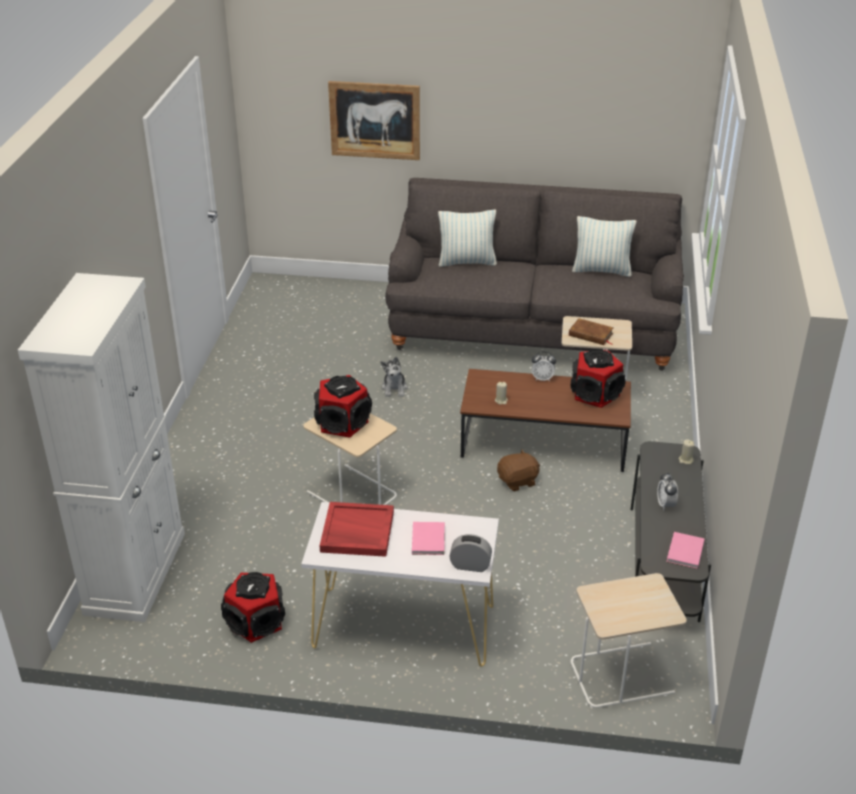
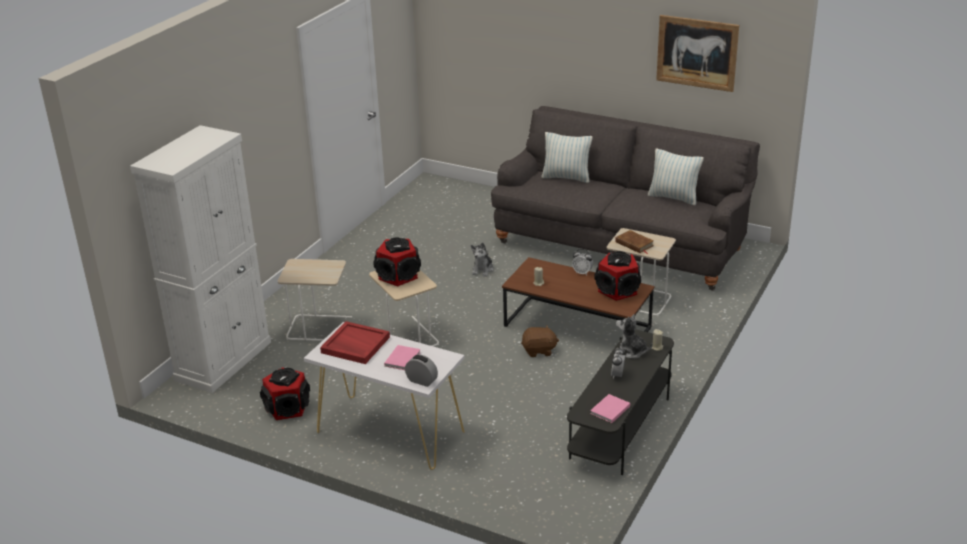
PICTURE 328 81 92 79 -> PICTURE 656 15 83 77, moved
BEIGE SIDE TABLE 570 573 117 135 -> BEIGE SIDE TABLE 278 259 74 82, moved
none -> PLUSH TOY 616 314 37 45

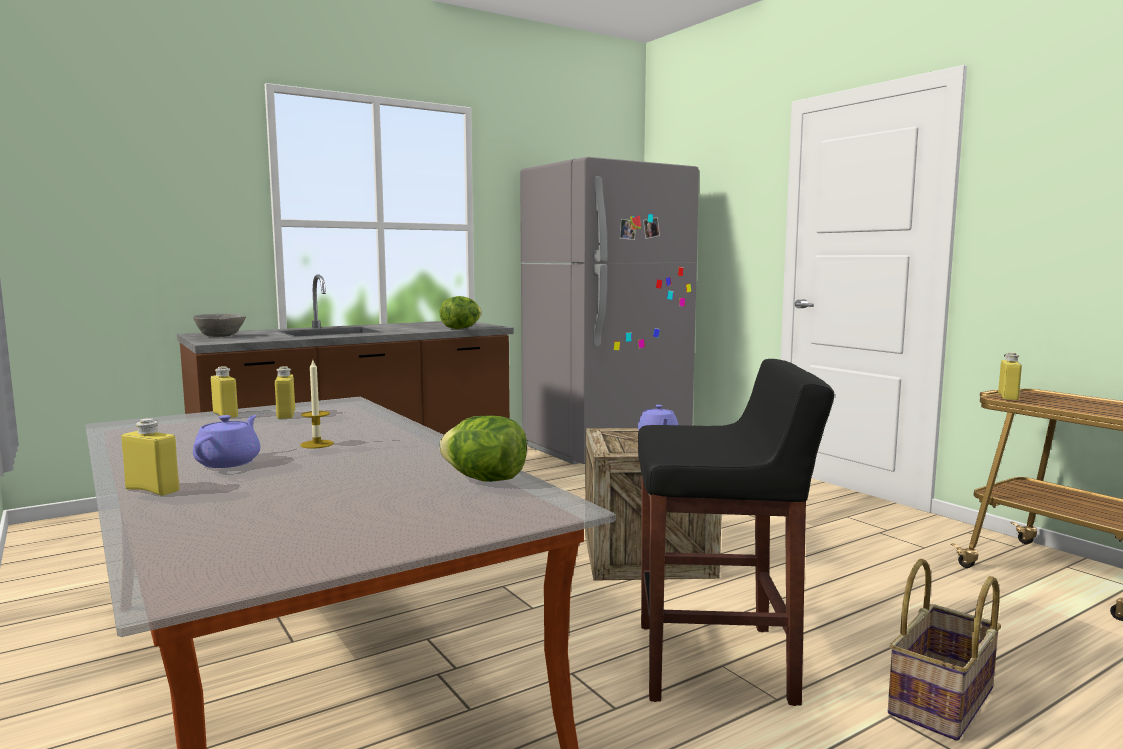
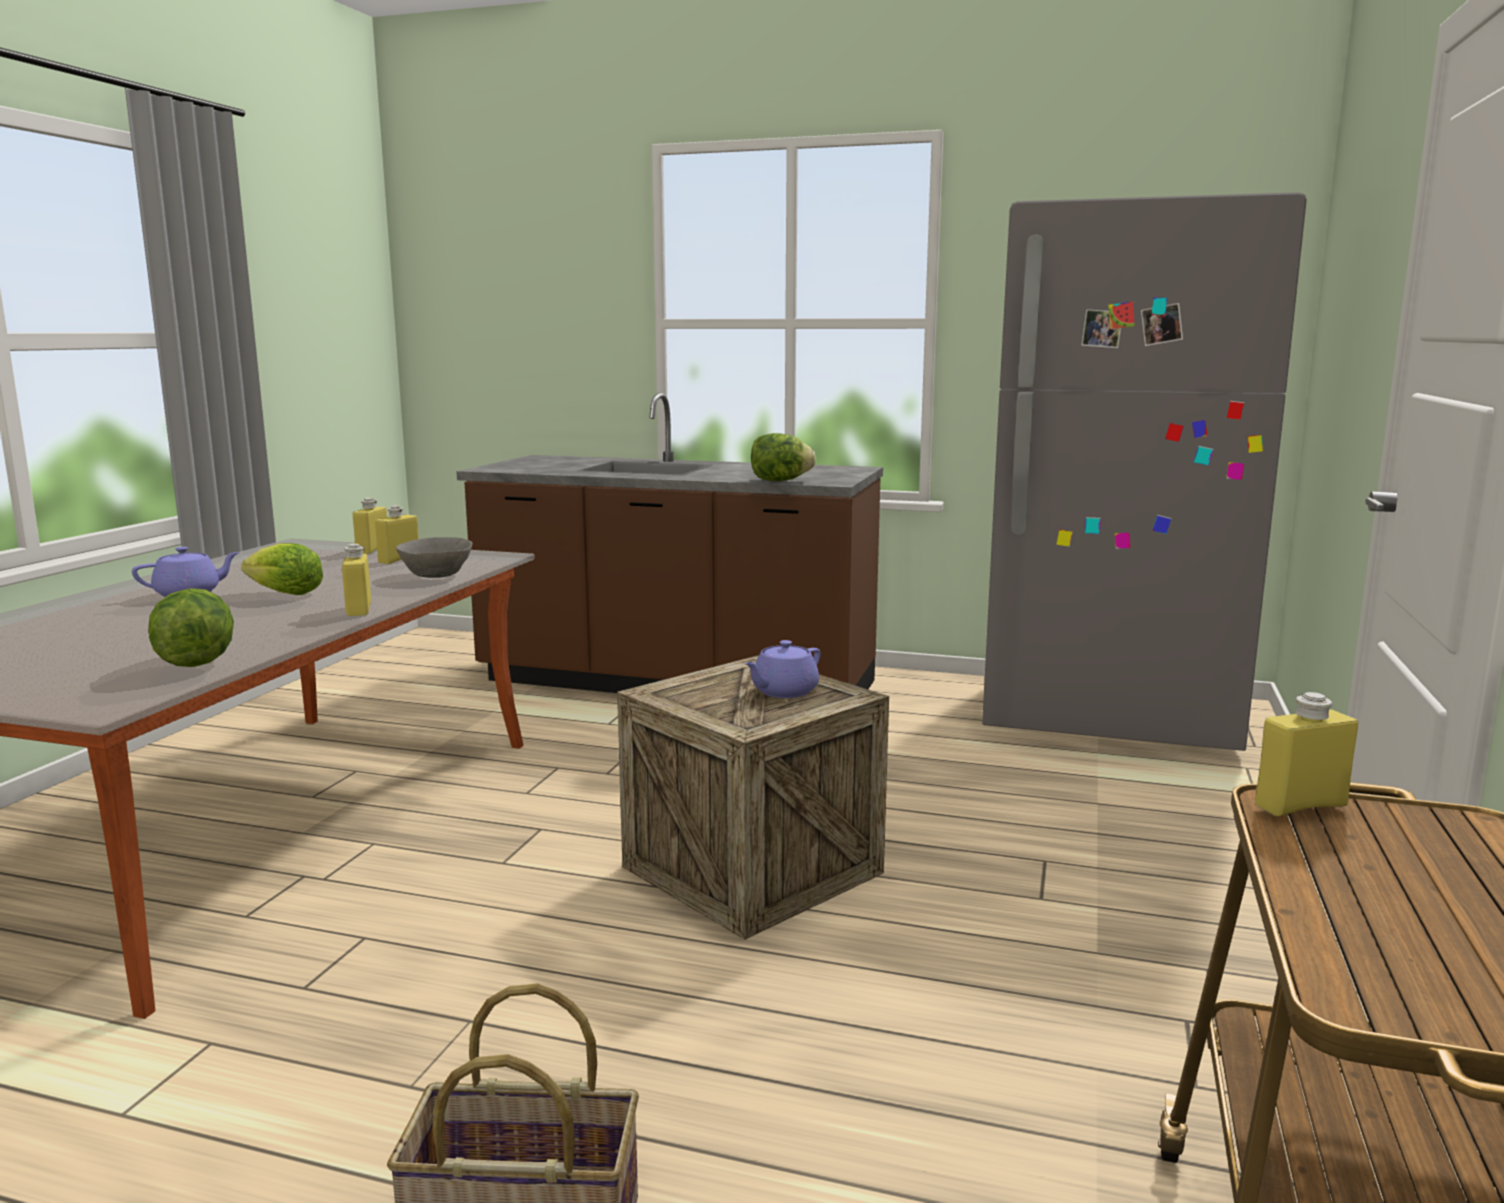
YELLOW BOTTLE 121 418 58 78 -> YELLOW BOTTLE 342 544 29 72, moved
GREY BOWL 193 314 53 23 -> GREY BOWL 396 537 76 41, moved
CANDLE 300 360 34 89 -> LETTUCE 241 543 82 52
BLACK STOOL 638 359 197 347 -> none

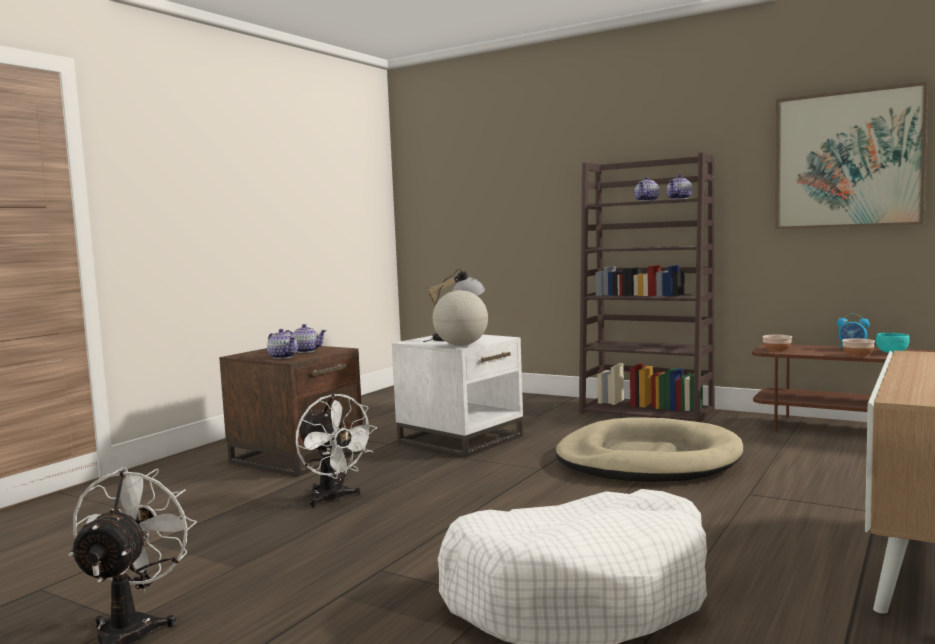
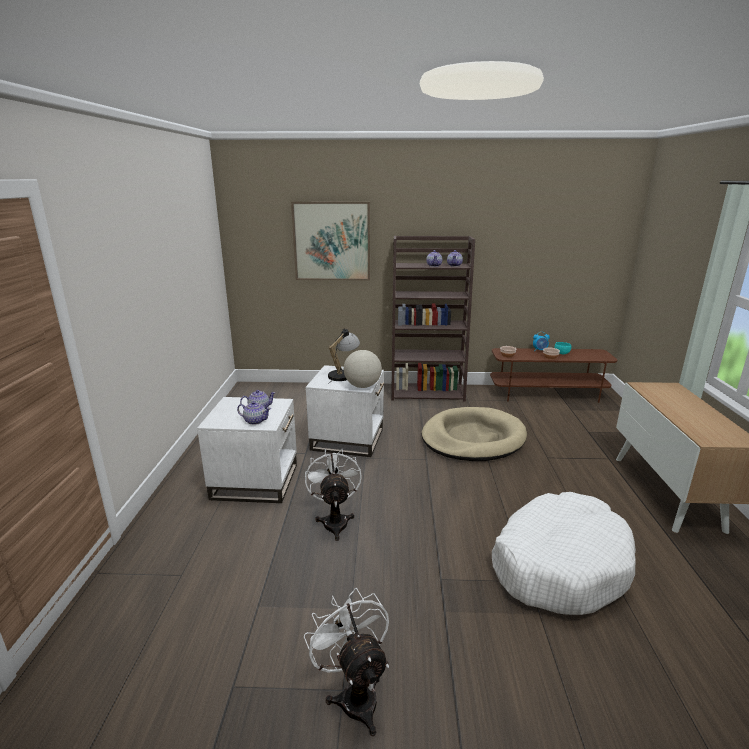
BROWN SIDE TABLE 219 346 144 131 -> WHITE SIDE TABLE 197 397 100 106
WHITE FAN 296 394 81 114 -> WHITE FAN 305 449 57 92, 120 degrees counterclockwise
PICTURE 775 81 153 148 -> PICTURE 291 202 79 79, moved

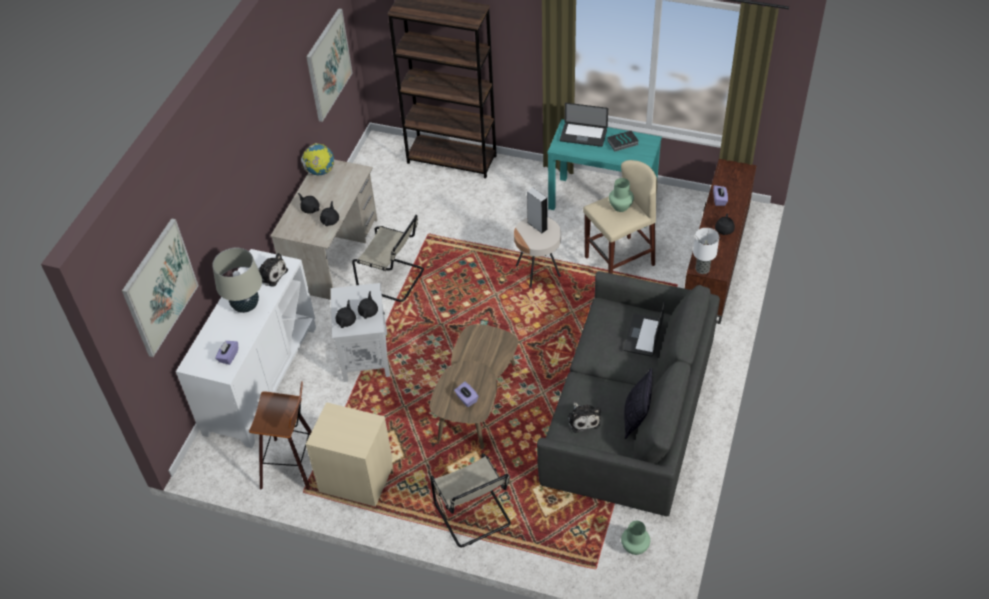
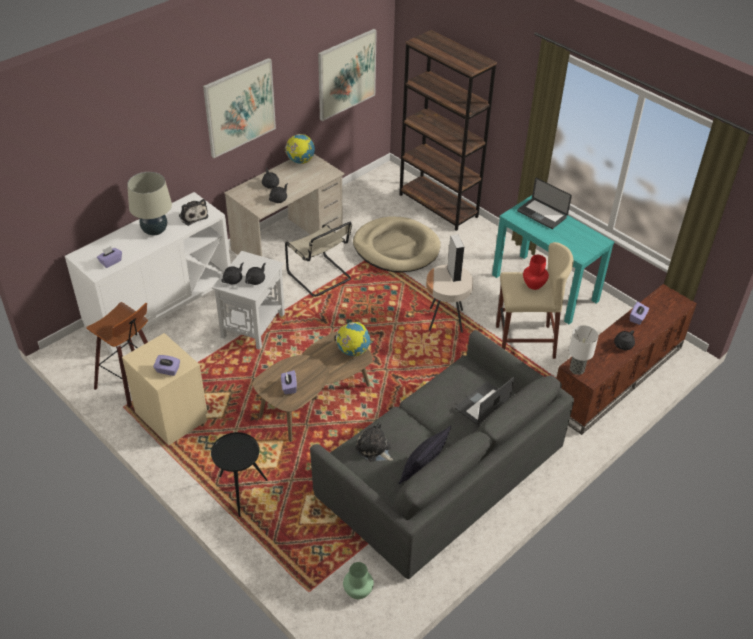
PICTURE 122 218 77 139 -> PICTURE 203 58 73 100, moved
BEIGE CHAIR 430 453 81 94 -> BLACK SIDE TABLE 211 432 57 85
PLUSH TOY 568 402 33 31 -> PLUSH TOY 355 423 38 38, 120 degrees clockwise
BOOK 608 131 31 20 -> none
GREEN VASE 609 178 25 34 -> RED VASE 523 255 26 35
none -> PURPLE TISSUE BOX 153 355 27 21
none -> GLOBE 335 322 35 35
none -> BEIGE DOG BED 353 216 88 57

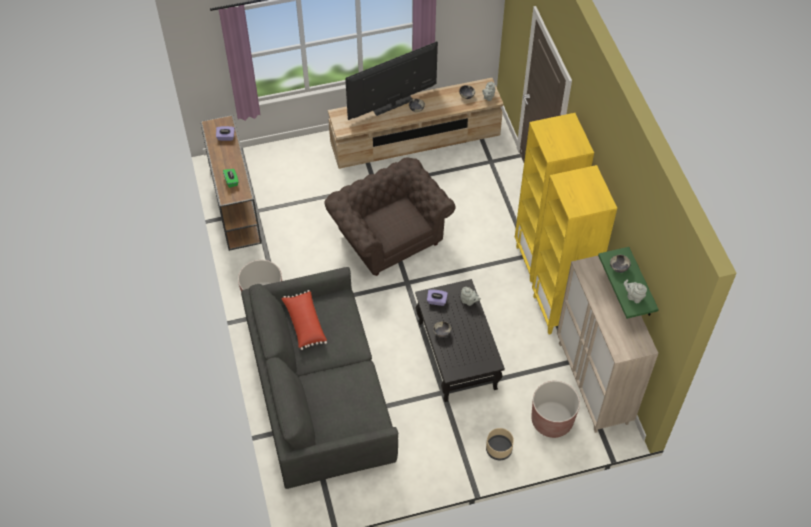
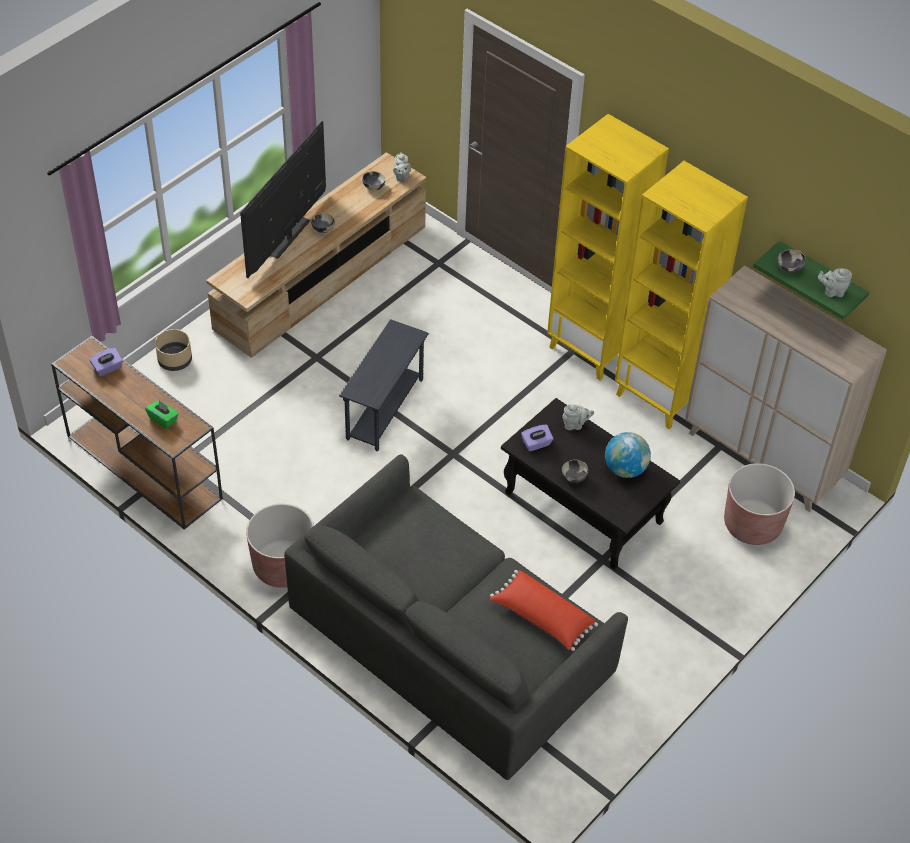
RED PILLOW 282 290 45 60 -> RED PILLOW 490 570 108 81, moved
BROWN ARMCHAIR 324 158 132 118 -> GREY SIDE TABLE 339 319 90 132
BEIGE PLANTER 486 428 28 32 -> BEIGE PLANTER 155 329 37 42, moved
none -> GLOBE 605 432 46 46

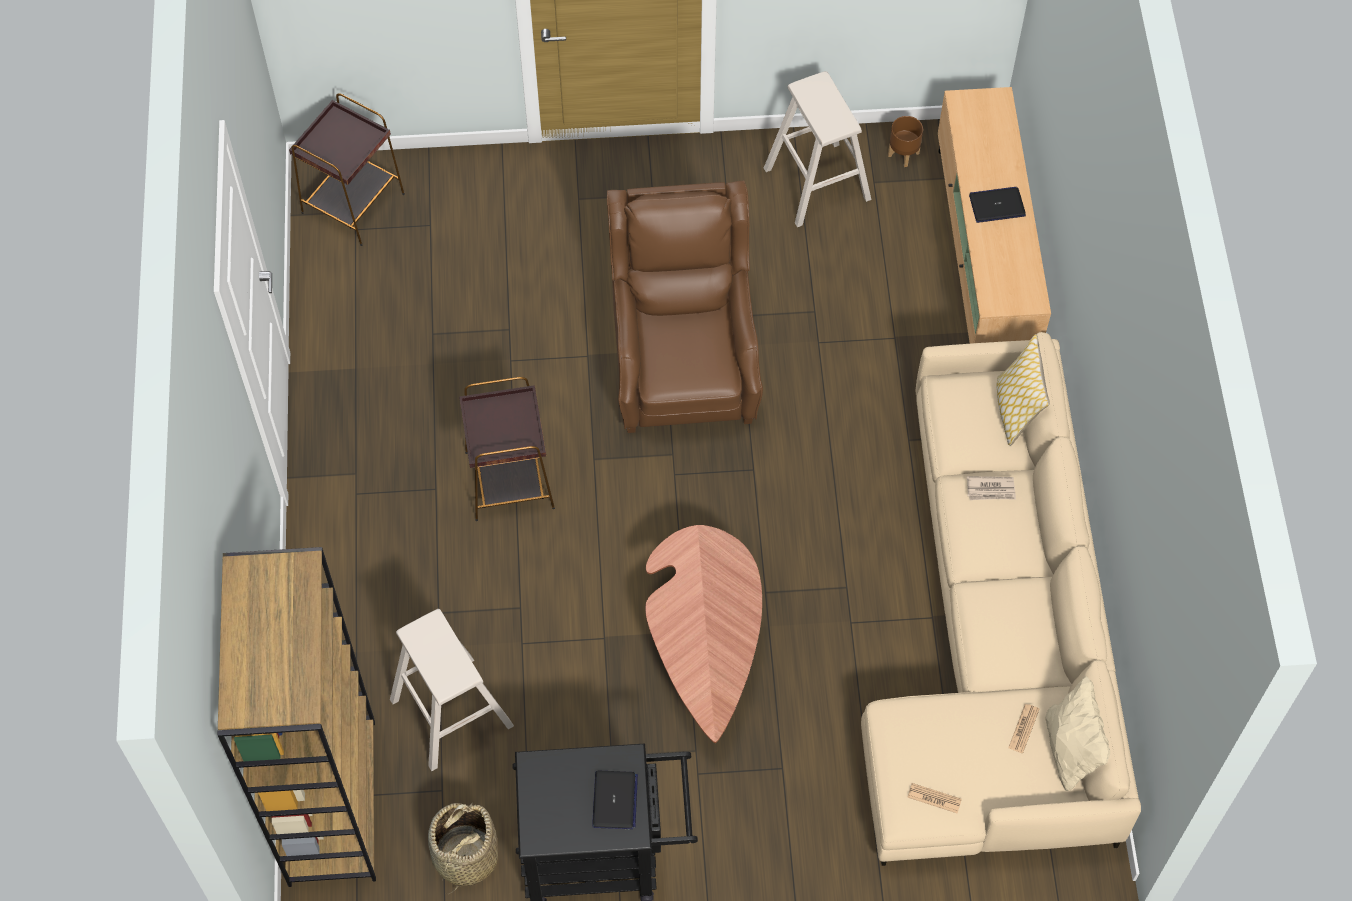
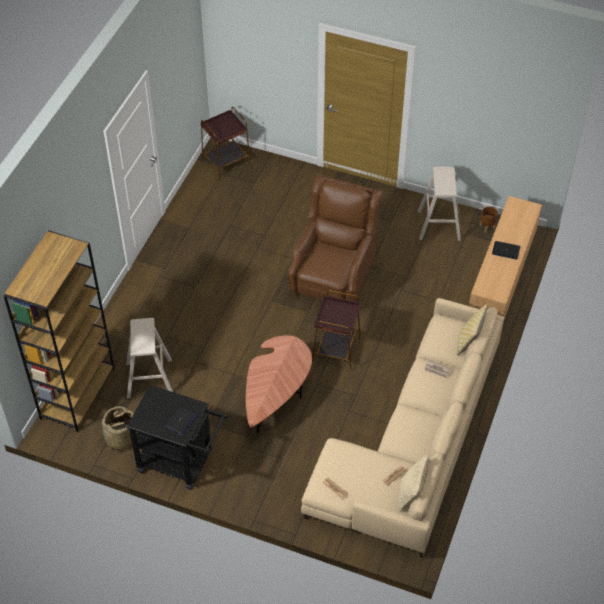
BROWN SIDE TABLE 459 377 96 144 -> BROWN SIDE TABLE 312 290 49 80, moved

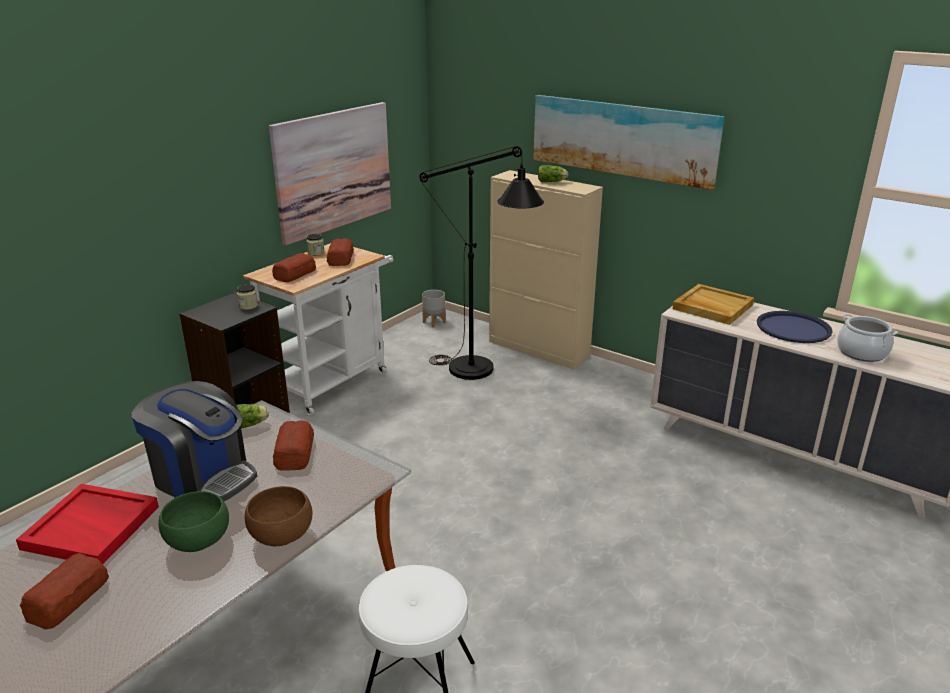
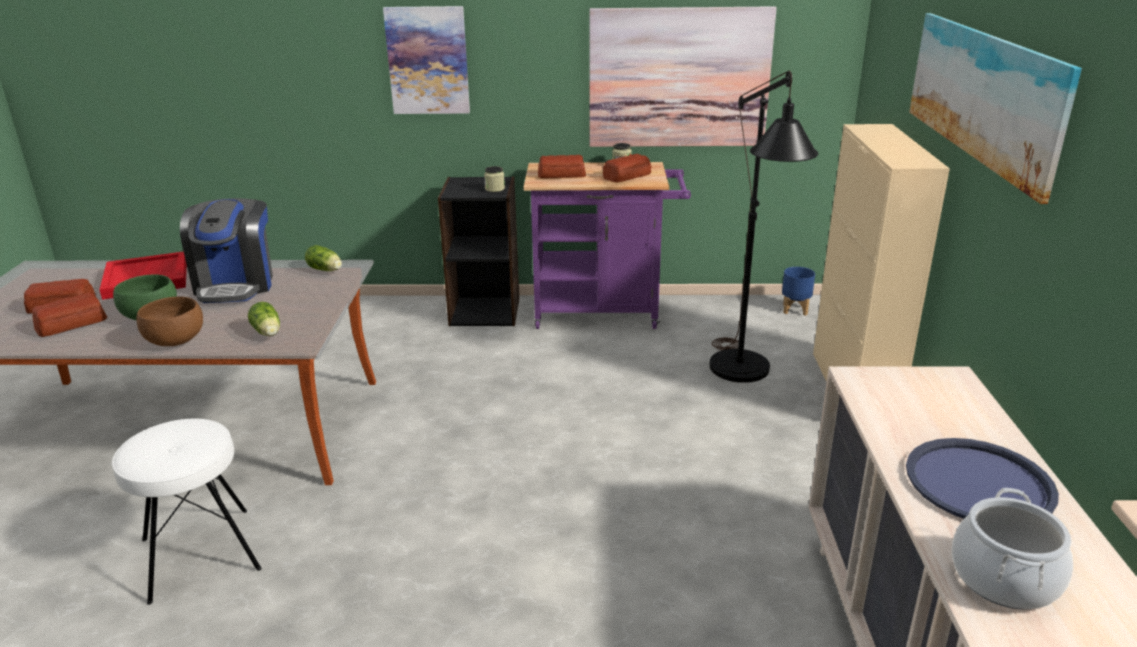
WHITE CART 243 243 151 172 -> PURPLE CART 523 162 168 167
BREAD 273 420 41 51 -> BREAD 32 293 75 44, moved
GREY PLANTER 422 290 24 37 -> BLUE PLANTER 782 267 33 49
LETTUCE 538 165 31 17 -> LETTUCE 248 302 32 34, moved
BEIGE TRAY 673 284 81 41 -> none
none -> PICTURE 383 6 87 108

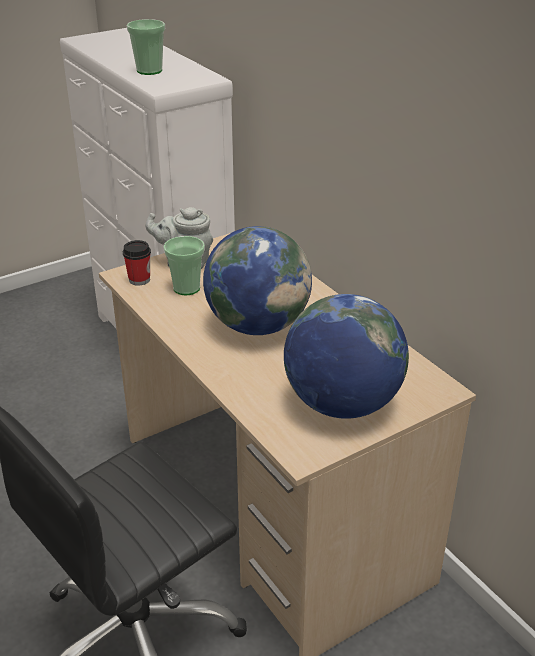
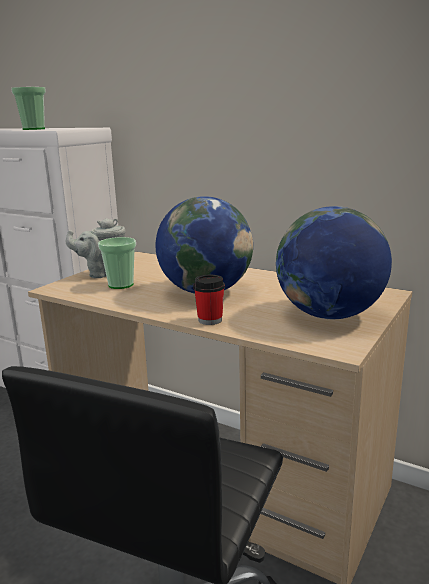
CUP 123 240 28 46 -> CUP 193 275 32 50, moved

